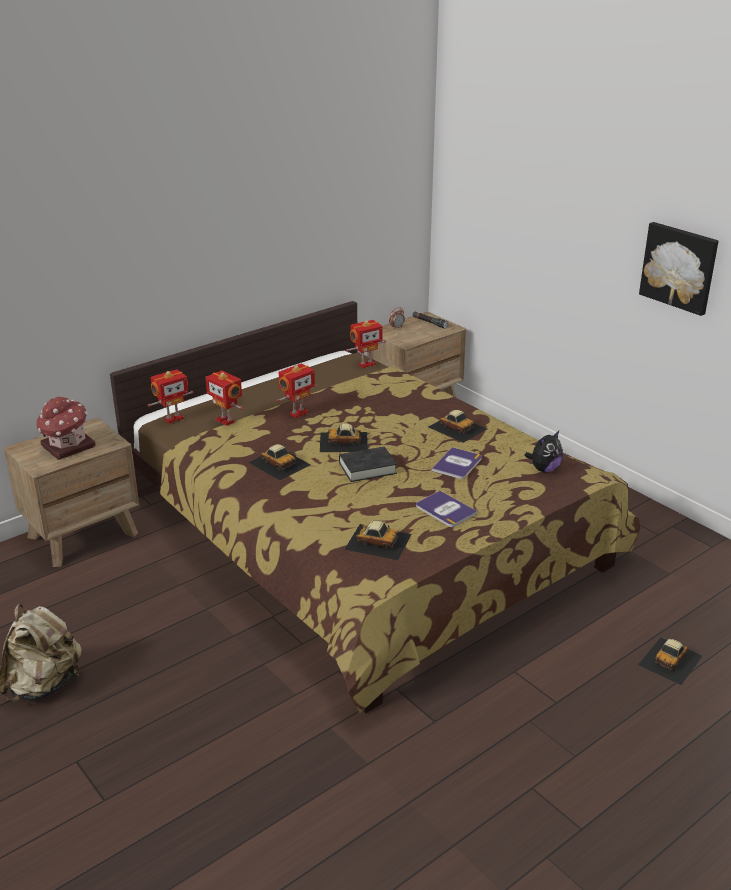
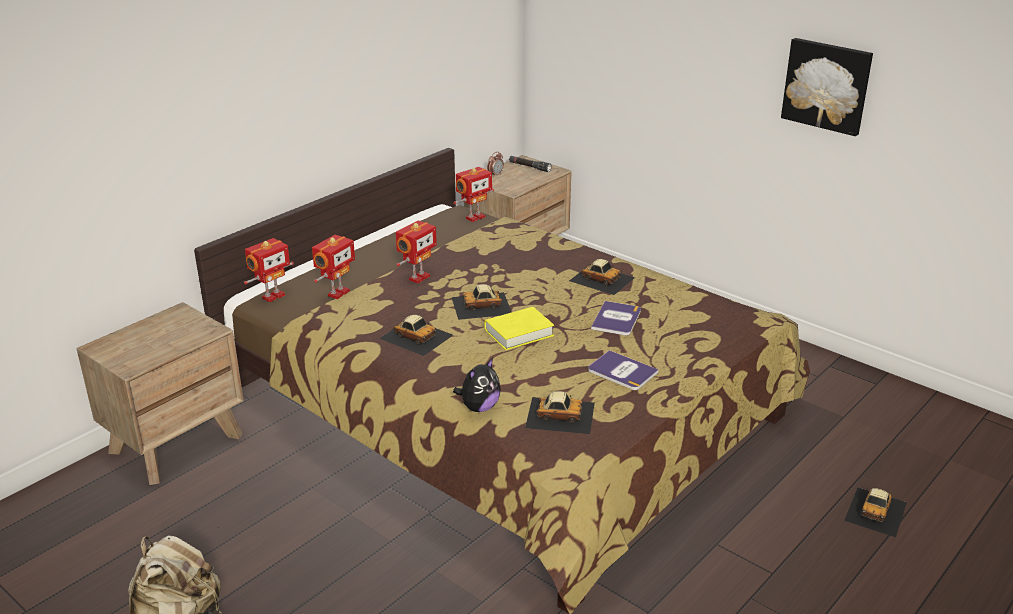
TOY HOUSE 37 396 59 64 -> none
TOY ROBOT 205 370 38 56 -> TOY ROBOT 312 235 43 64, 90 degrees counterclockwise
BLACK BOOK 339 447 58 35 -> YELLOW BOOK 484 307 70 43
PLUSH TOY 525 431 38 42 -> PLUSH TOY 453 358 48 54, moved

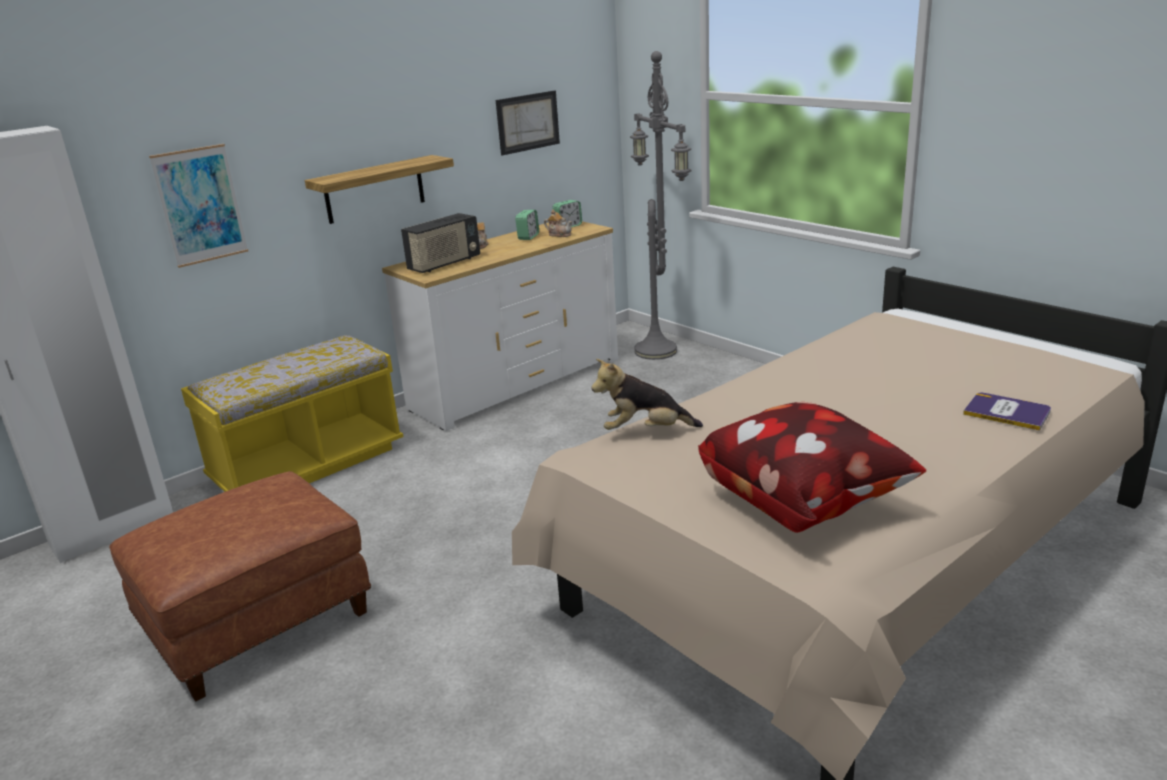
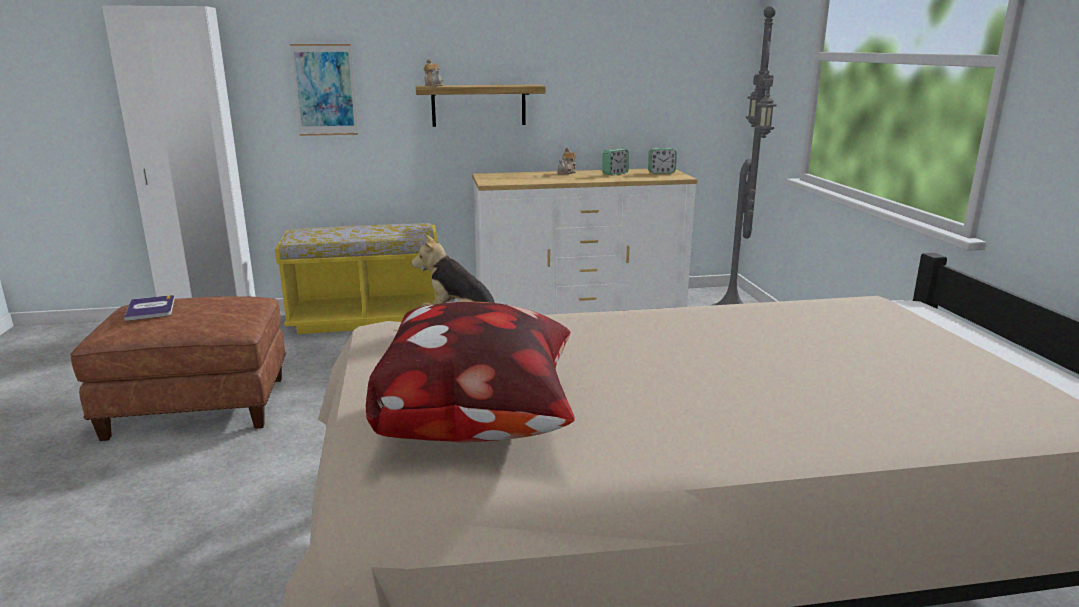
RADIO 401 213 79 60 -> none
PICTURE 496 90 64 65 -> none
TEAPOT 544 210 28 27 -> TEAPOT 424 59 19 27, moved
BOOK 963 393 88 38 -> BOOK 124 295 51 26, moved

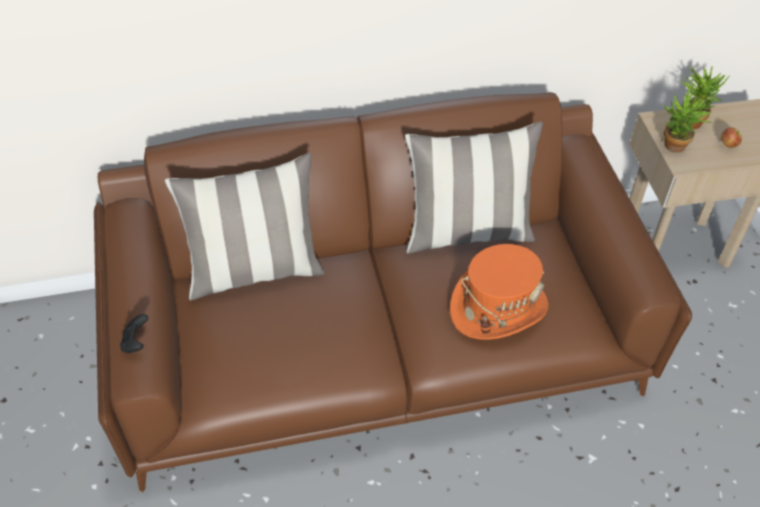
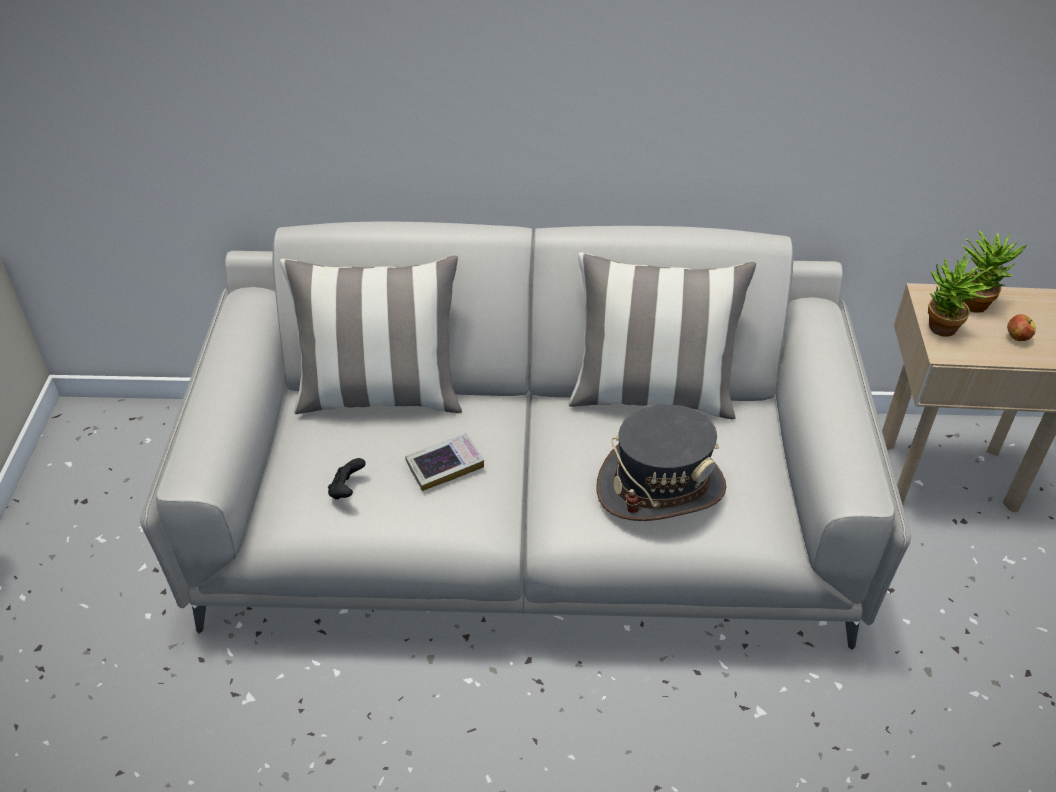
BROWN SOFA 94 92 598 400 -> GREY SOFA 140 221 771 429
BLACK GAME CONTROLLER 120 314 28 39 -> BLACK GAME CONTROLLER 328 458 38 42, moved
ORANGE HAT 450 244 99 96 -> GREY HAT 596 404 130 117
none -> BOOK 405 433 79 58

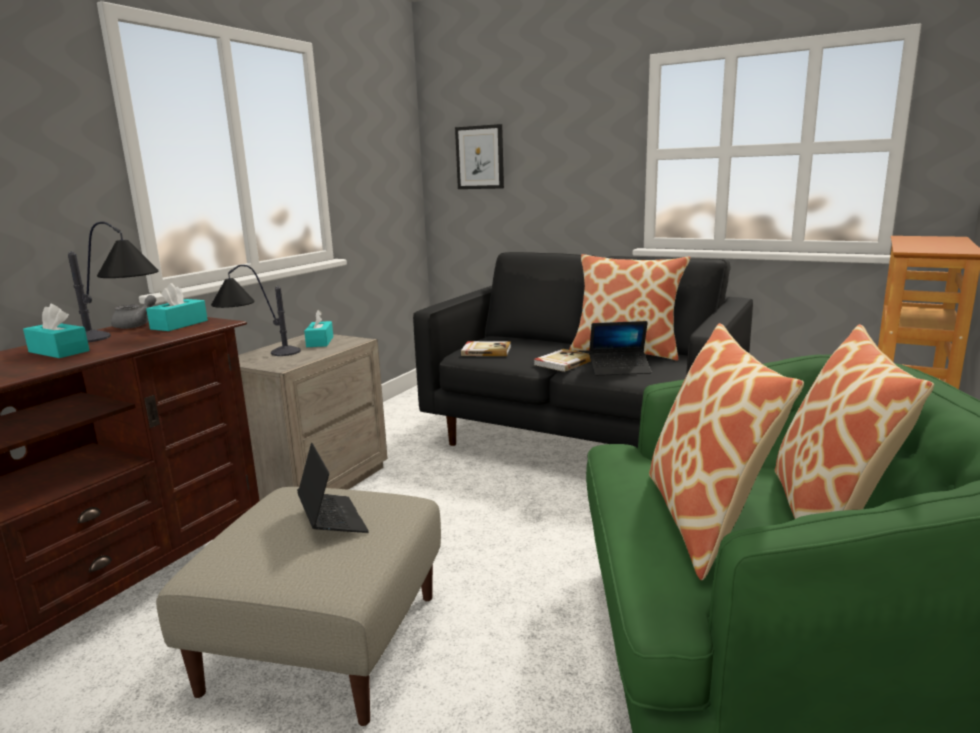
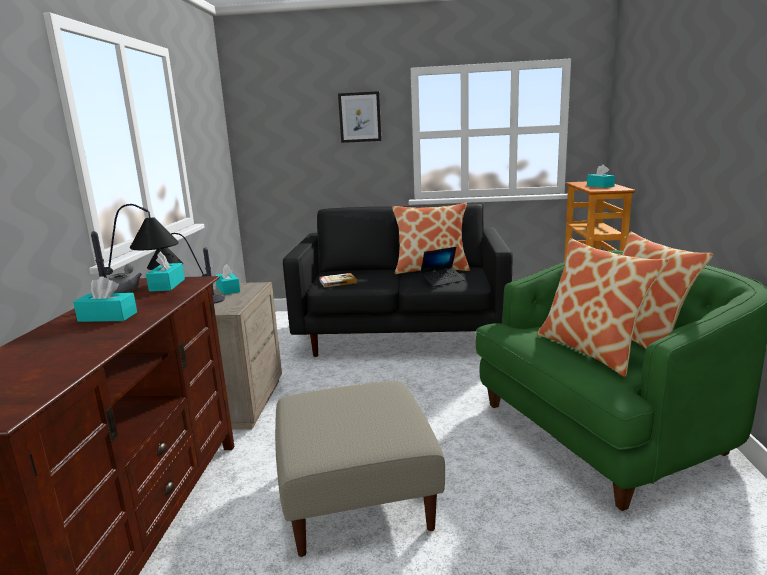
LAPTOP 297 443 72 90 -> none
PICTURE 455 124 49 65 -> PICTURE 338 91 43 52, moved
BOOK 534 349 57 23 -> none
none -> TURQUOISE TISSUE BOX 587 164 28 24

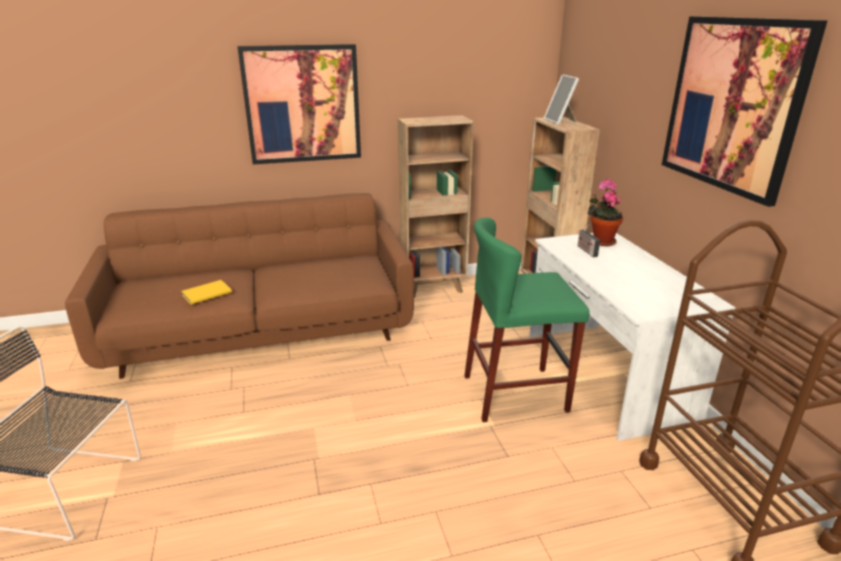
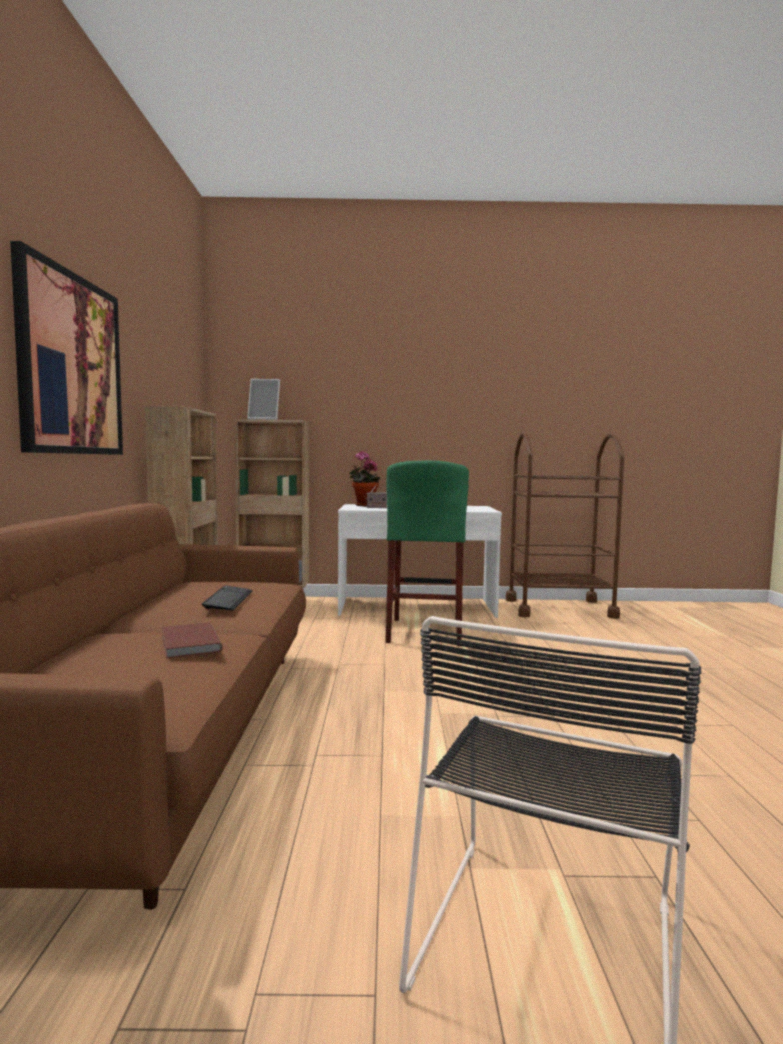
YELLOW BOOK 181 280 51 25 -> BROWN BOOK 162 622 61 36
PICTURE 662 16 165 191 -> none
none -> KEYBOARD 202 586 50 24

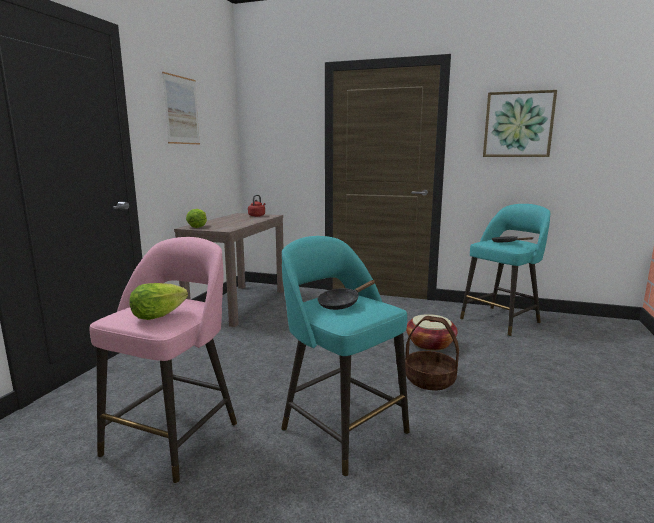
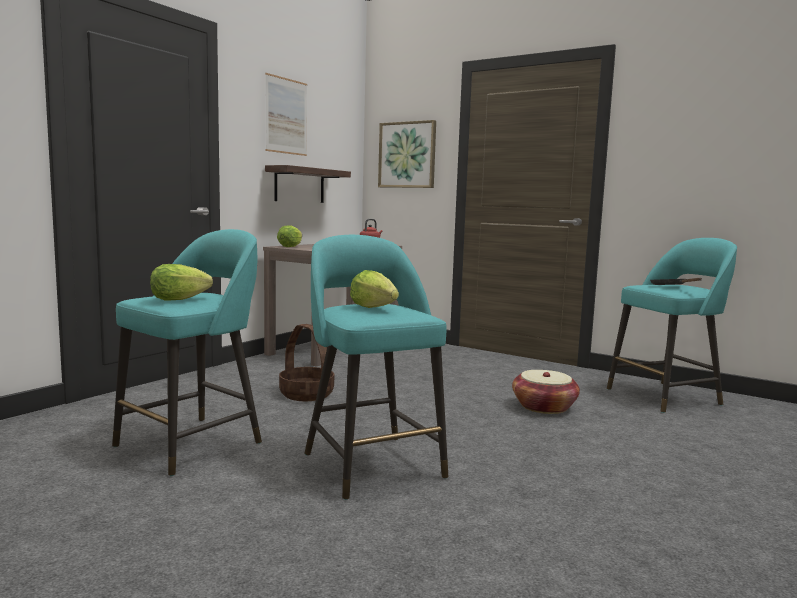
PINK STOOL 89 237 148 246 -> TURQUOISE STOOL 112 229 150 247
BLACK FRYING PAN 317 280 59 30 -> LETTUCE 350 270 49 38
BASKET 405 316 54 75 -> BASKET 279 324 55 77, moved
PICTURE 483 90 74 67 -> PICTURE 378 120 58 68, moved
none -> SHELF 265 165 86 38

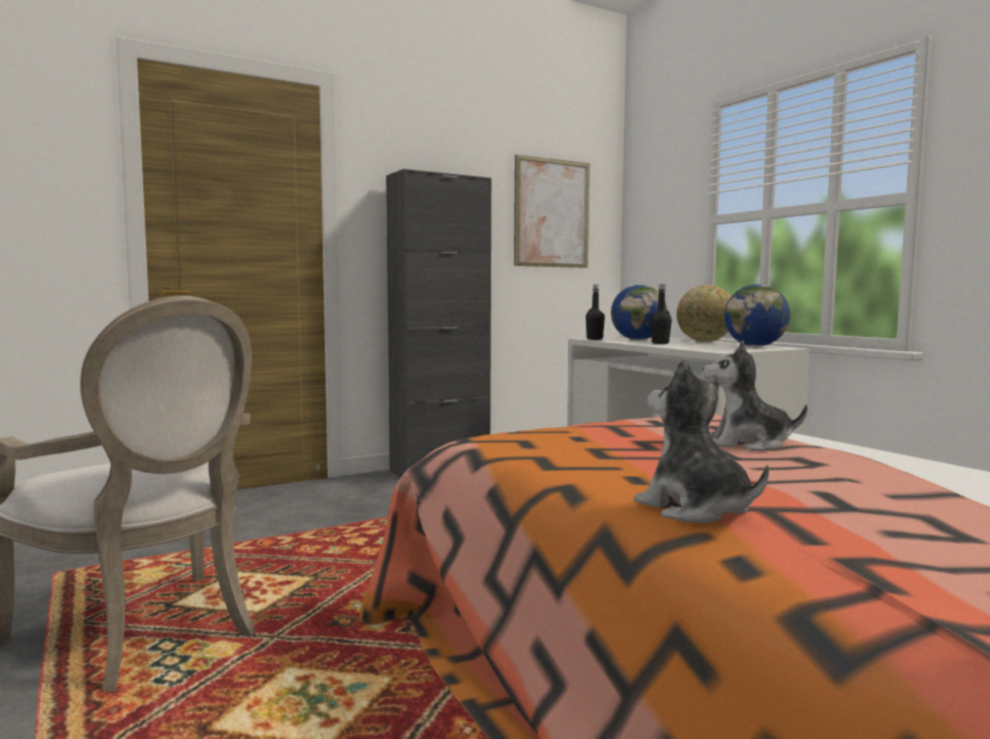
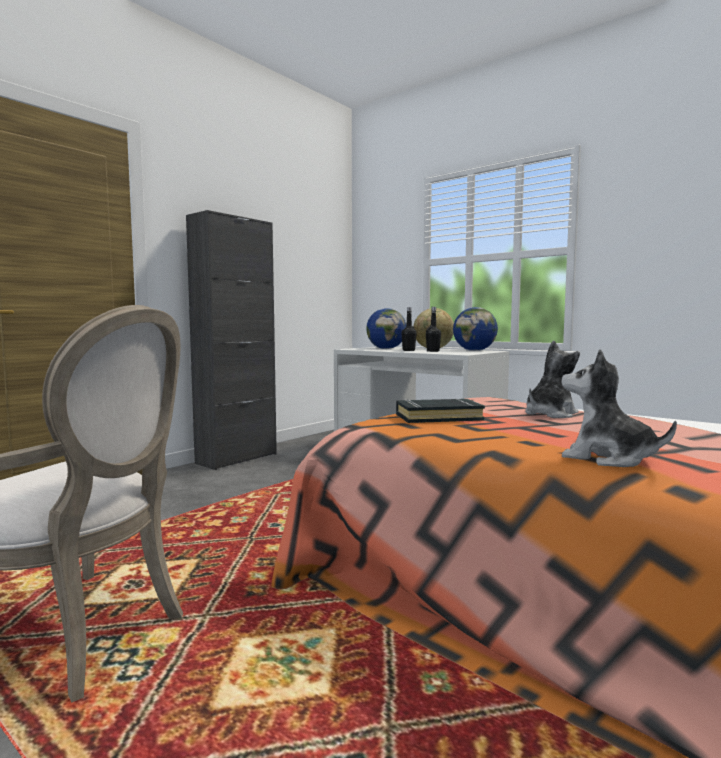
PICTURE 514 155 76 113 -> none
BLACK BOTTLE 586 284 19 56 -> BLACK BOTTLE 426 307 15 45, moved
PLUSH TOY 702 340 106 111 -> PLUSH TOY 525 340 55 78, 150 degrees clockwise
none -> BLACK BOOK 396 398 89 25

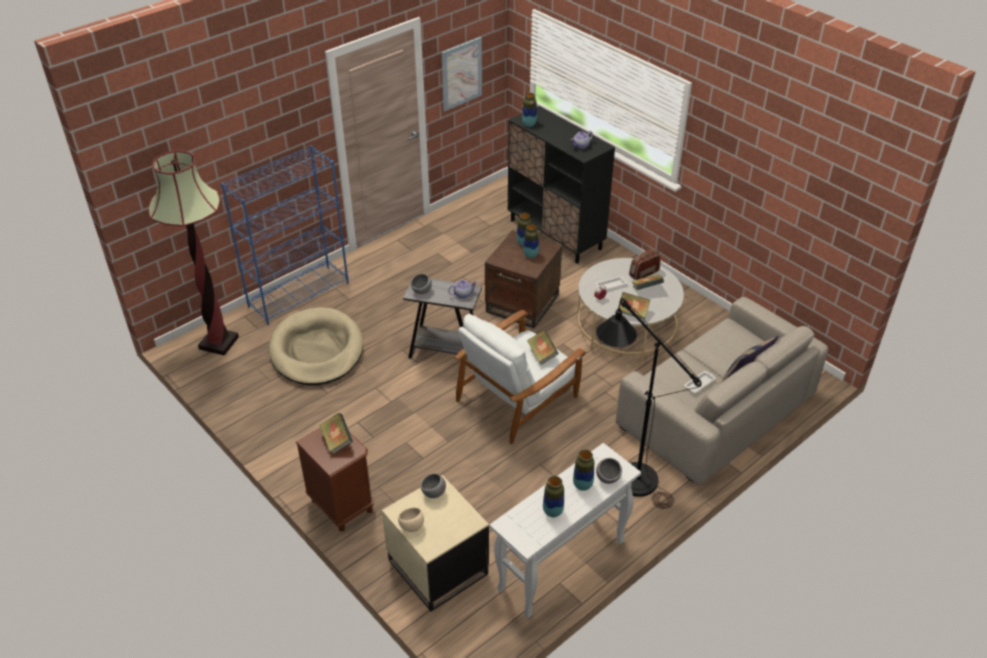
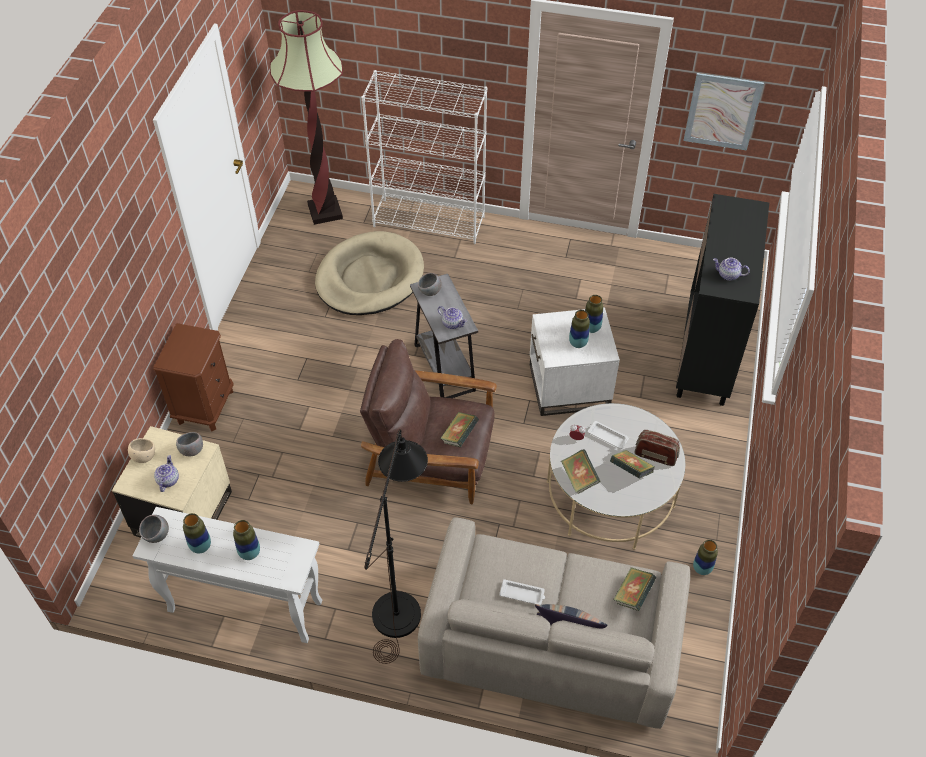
BLUE BOOKCASE 221 145 128 180 -> WHITE BOOKCASE 362 70 125 174
BOOK 319 413 34 41 -> BOOK 613 567 43 44, moved
WHITE ARMCHAIR 455 310 131 134 -> BROWN ARMCHAIR 360 339 137 165
BROWN SIDE TABLE 485 230 77 98 -> WHITE SIDE TABLE 530 307 90 109
VASE 522 93 15 34 -> VASE 693 540 25 35, moved
GREY BOWL 596 458 26 26 -> GREY BOWL 139 515 30 28, moved
none -> TEAPOT 154 455 25 37

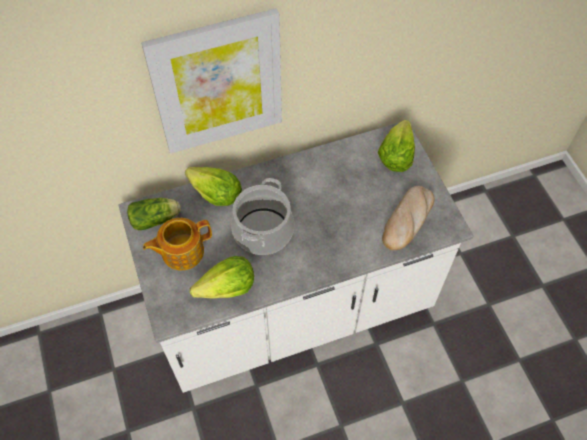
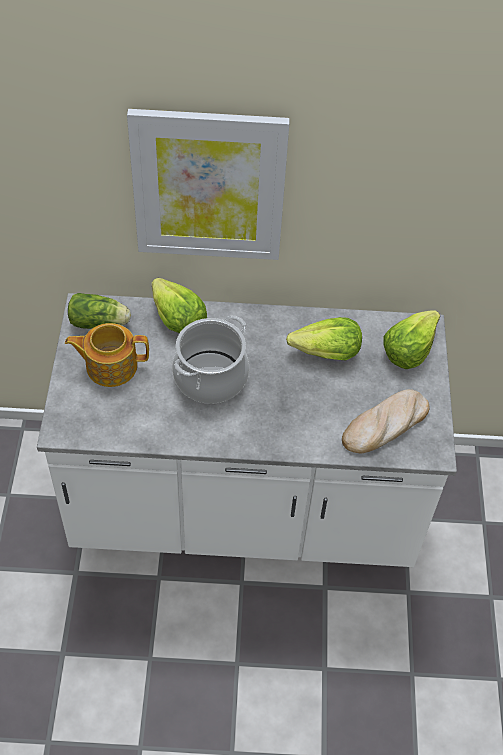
LETTUCE 190 256 64 43 -> LETTUCE 286 317 76 43, moved

